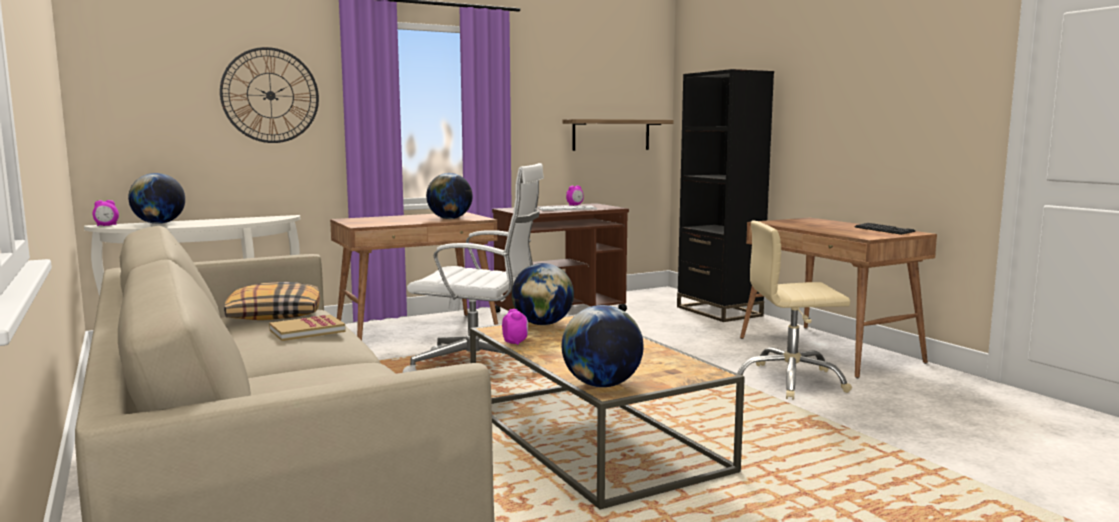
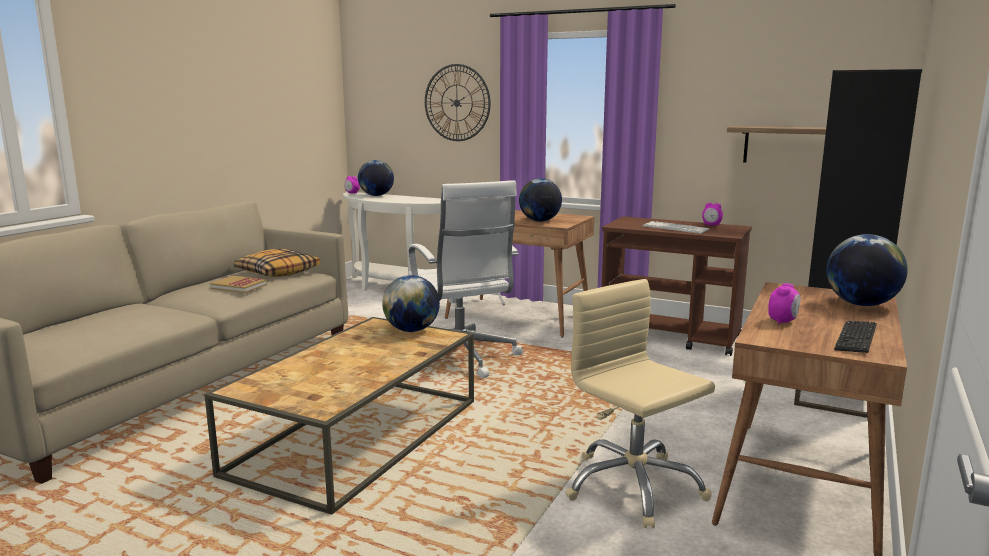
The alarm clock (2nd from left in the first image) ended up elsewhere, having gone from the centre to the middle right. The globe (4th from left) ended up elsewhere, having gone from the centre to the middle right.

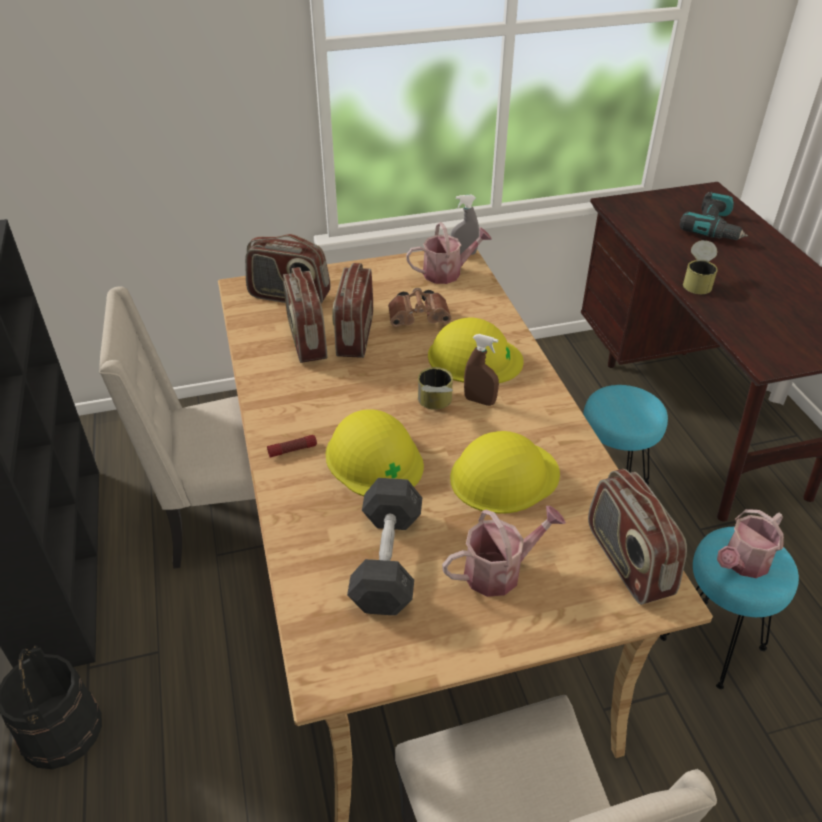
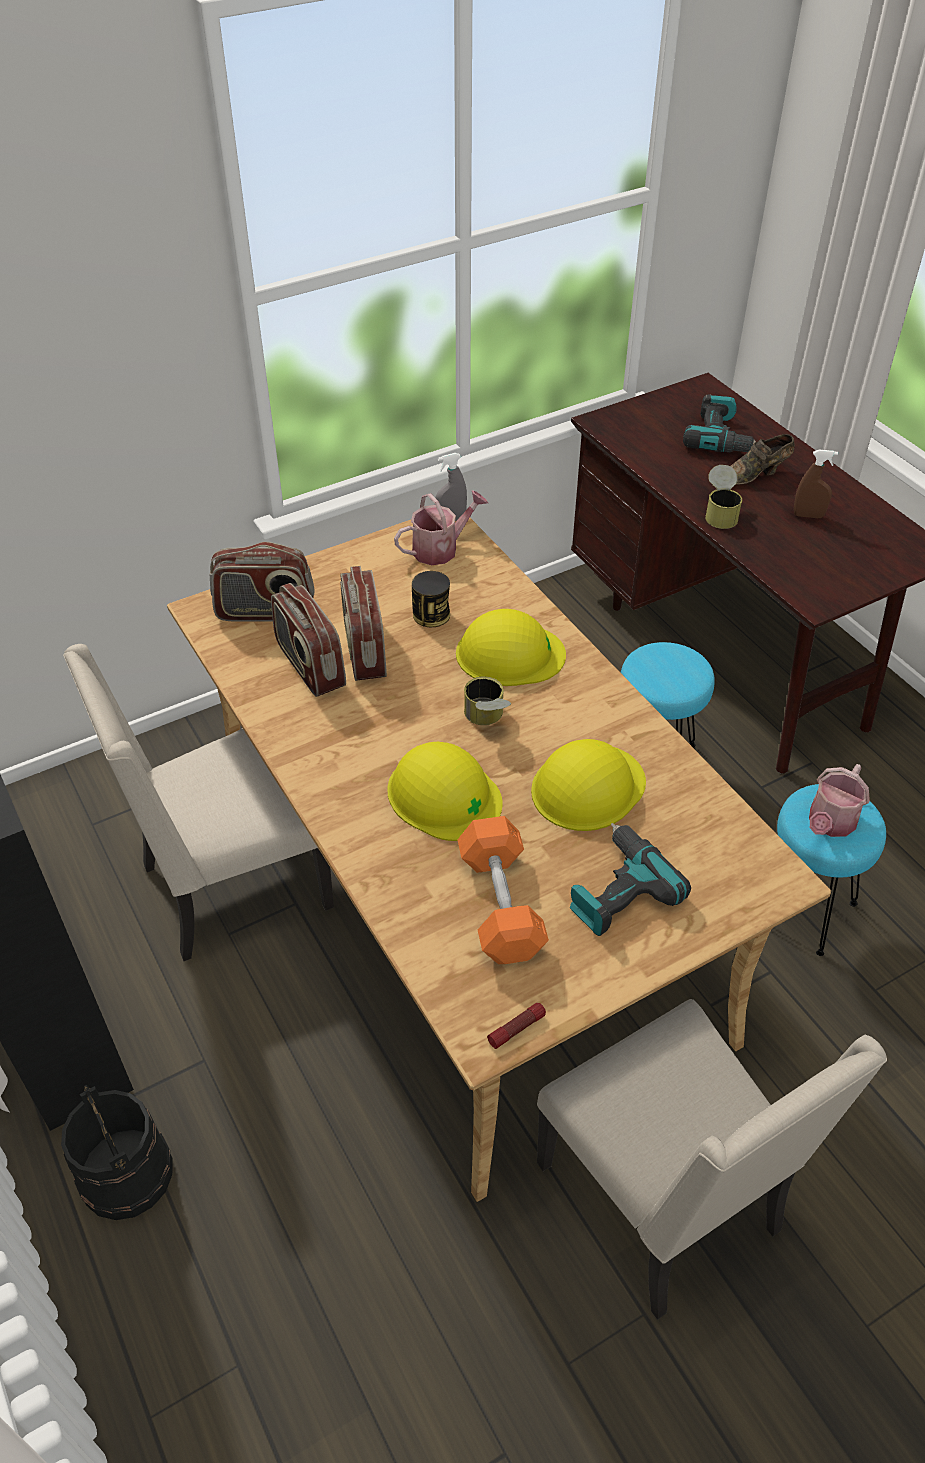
The flashlight ended up elsewhere, having gone from the centre to the bottom centre. What was the grey dumbbell at the centre turned into the orange dumbbell at the centre. Where the brown binoculars stood at the centre, the can (1st from left) came to stand at the centre. Where the watering can (2nd from left) stood at the bottom centre, the power drill (1st from left) came to stand at the middle right. The brown spray bottle ended up elsewhere, having gone from the centre to the top right. The second view lost the radio (4th from left) at the middle right. The second view gained the brown shoe at the top right.

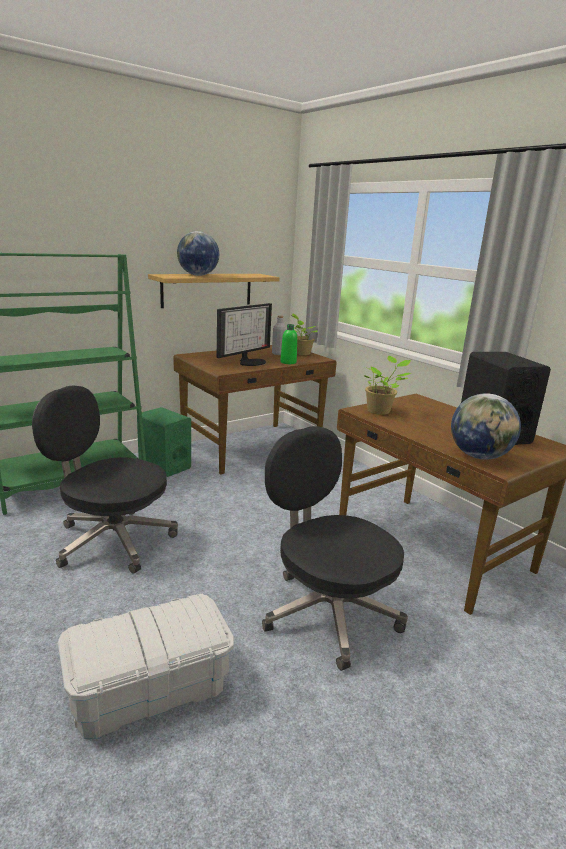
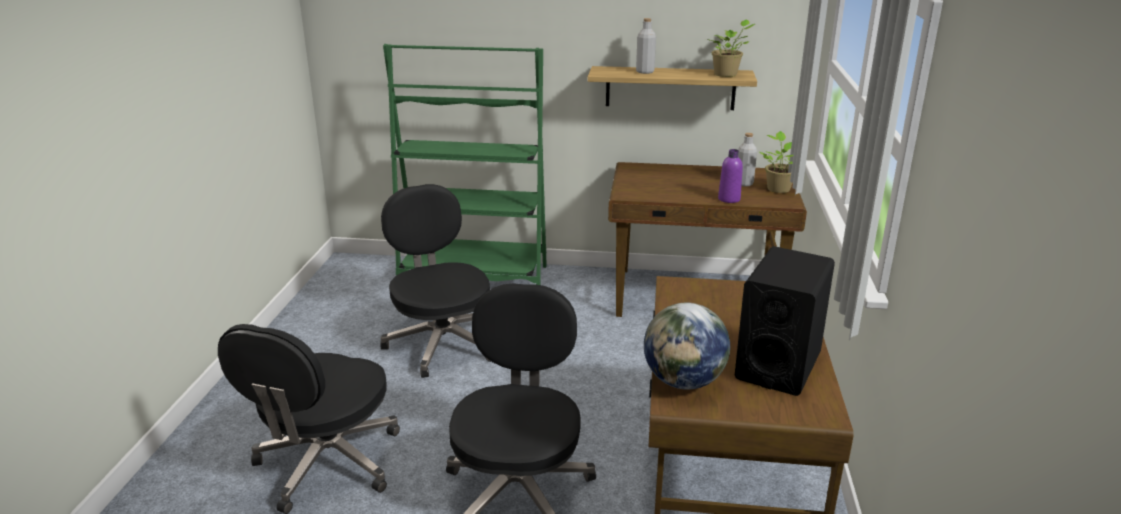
Where the white storage box stood at the bottom left, the black office chair (1st from left) came to stand at the bottom left. The second view lost the green speaker at the middle left. Where the globe (1st from left) stood at the top centre, the grey bottle (1st from left) came to stand at the top centre. The second view lost the monitor at the centre. What was the green bottle at the centre turned into the purple bottle at the centre. The potted plant (2nd from left in the first image) ended up elsewhere, having gone from the middle right to the top centre.

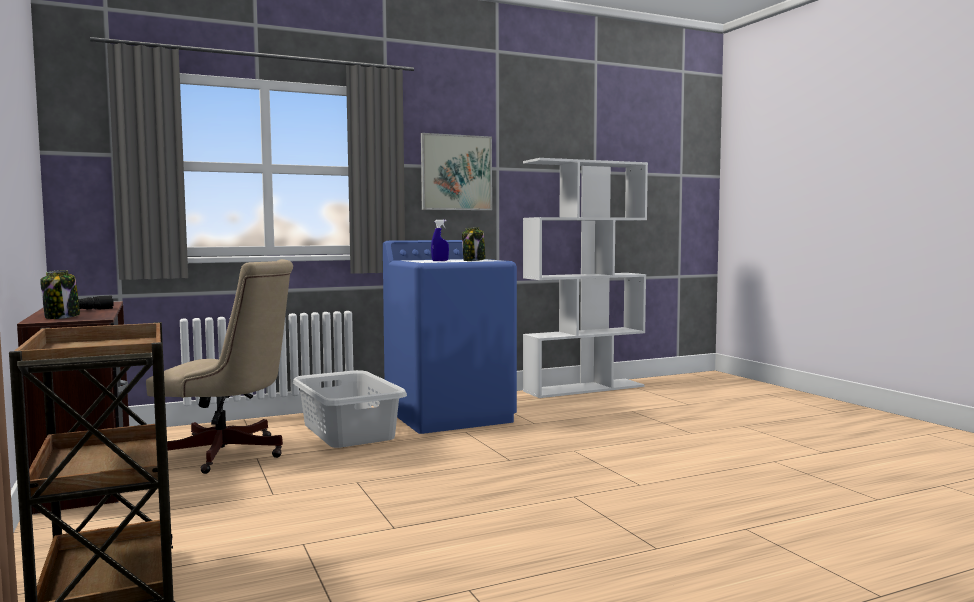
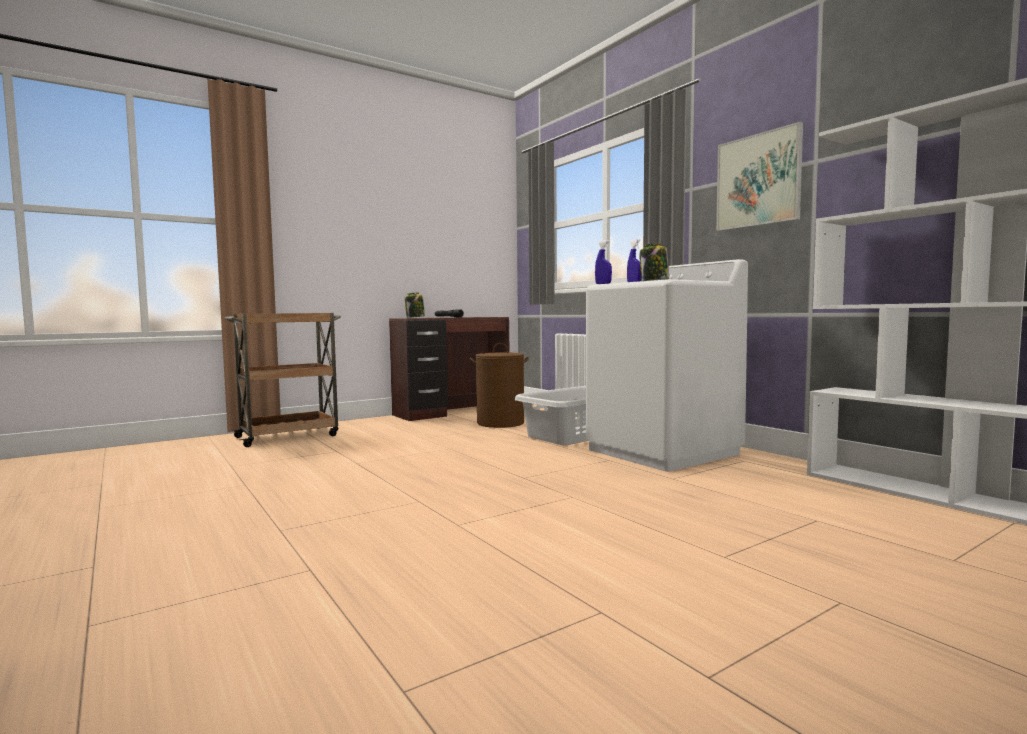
Where the beige office chair stood at the middle left, the brown laundry basket came to stand at the centre. What was the blue washing machine at the centre turned into the white washing machine at the centre. The second view gained the blue spray bottle (1st from left) at the centre.

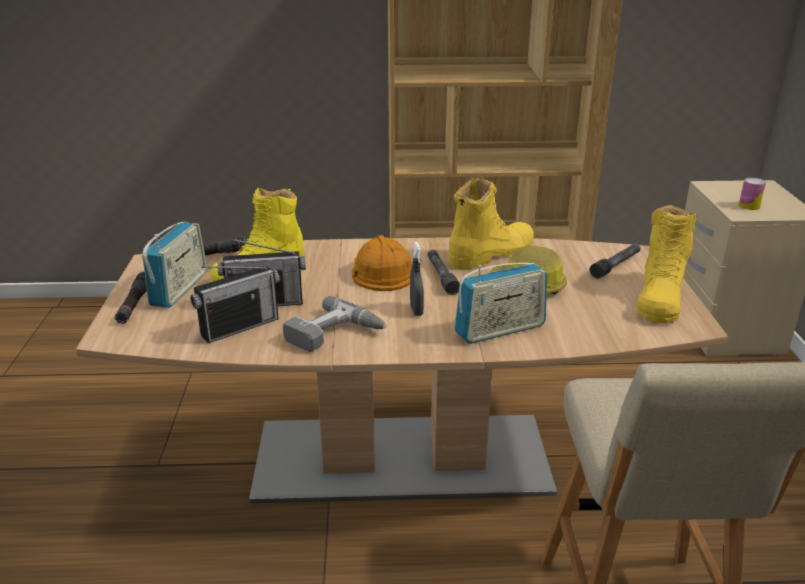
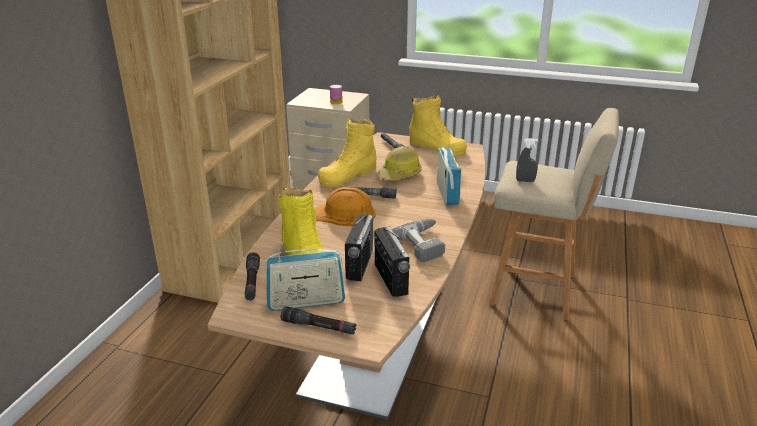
The radio (1st from left) at the middle left ended up facing another way, 135 degrees clockwise from before. The grey spray bottle ended up elsewhere, having gone from the centre to the middle right. The yellow boot (2nd from left) at the centre ended up facing another way, 120 degrees counterclockwise from before.

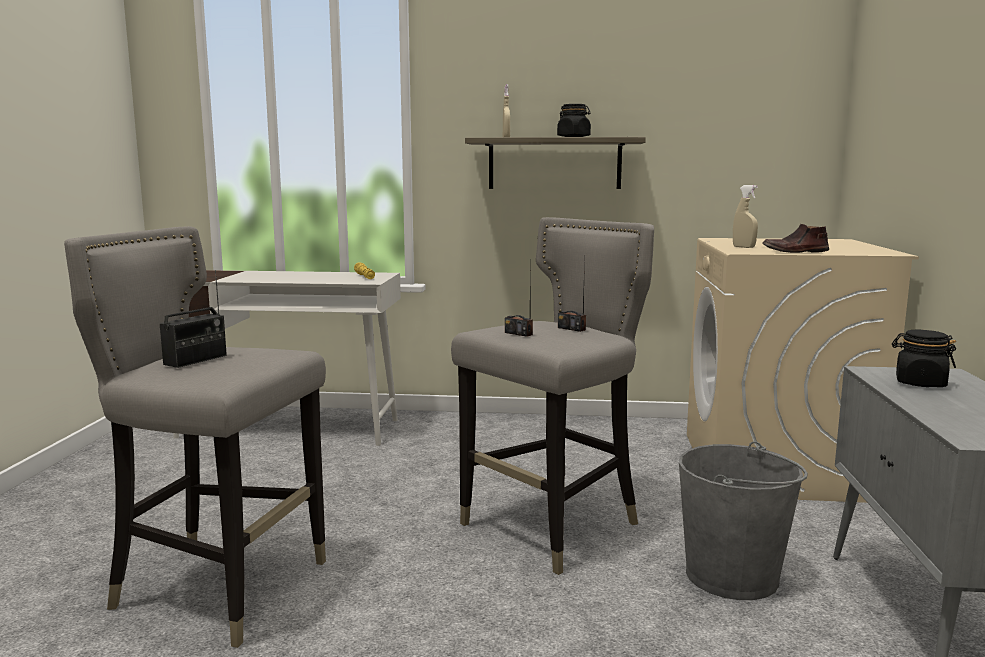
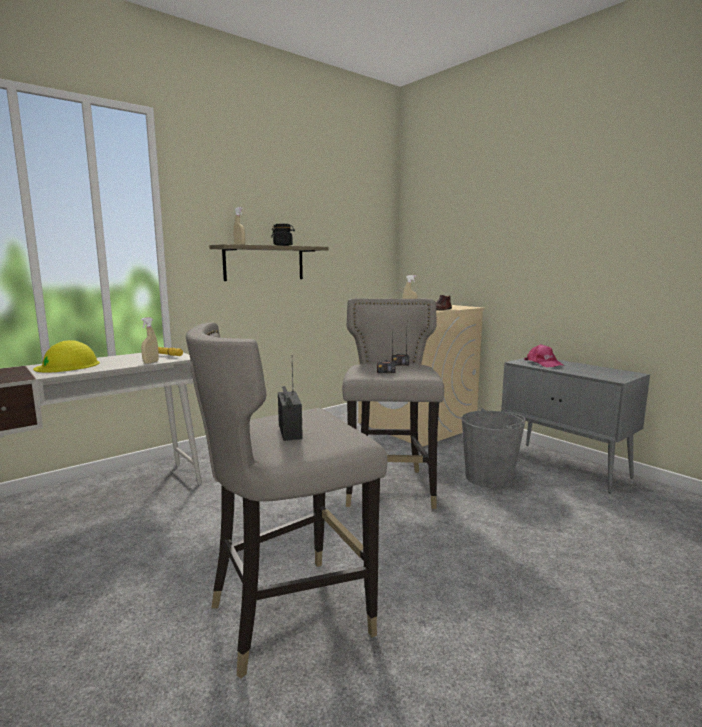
Where the black jar (2nd from left) stood at the middle right, the pink cap came to stand at the middle right. The second view gained the yellow hard hat at the middle left. The second view gained the beige spray bottle (1st from left) at the middle left.

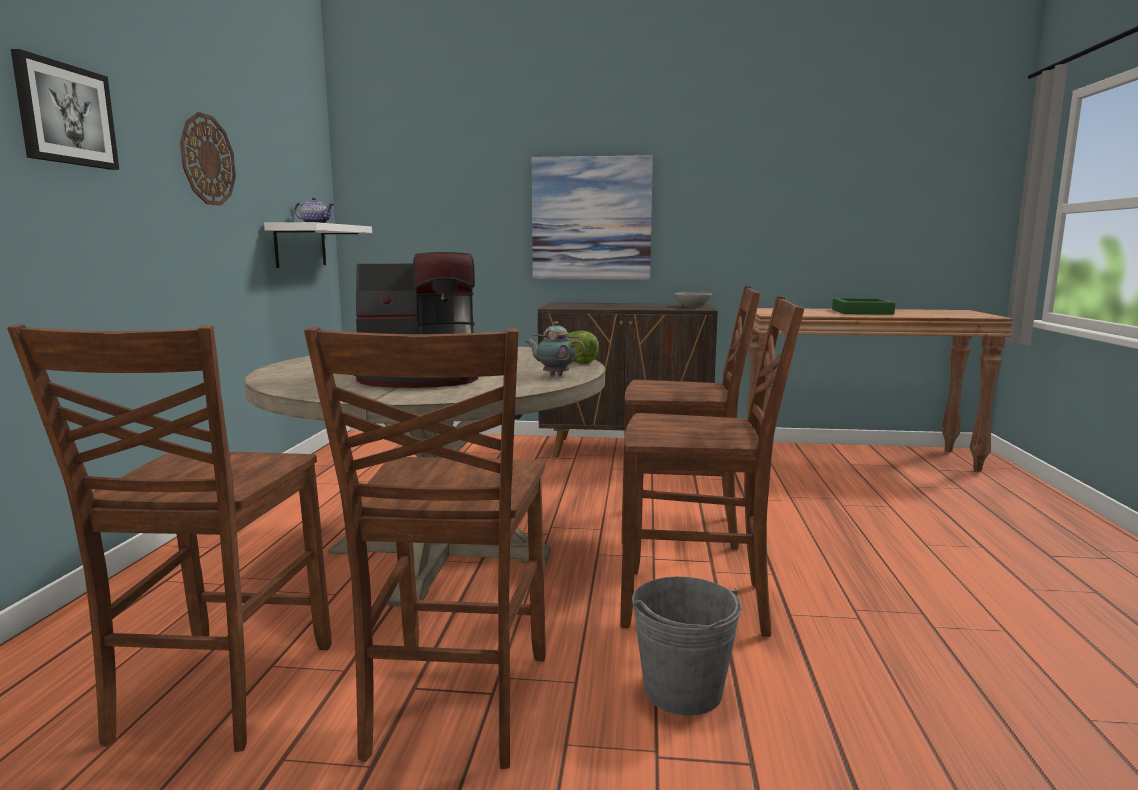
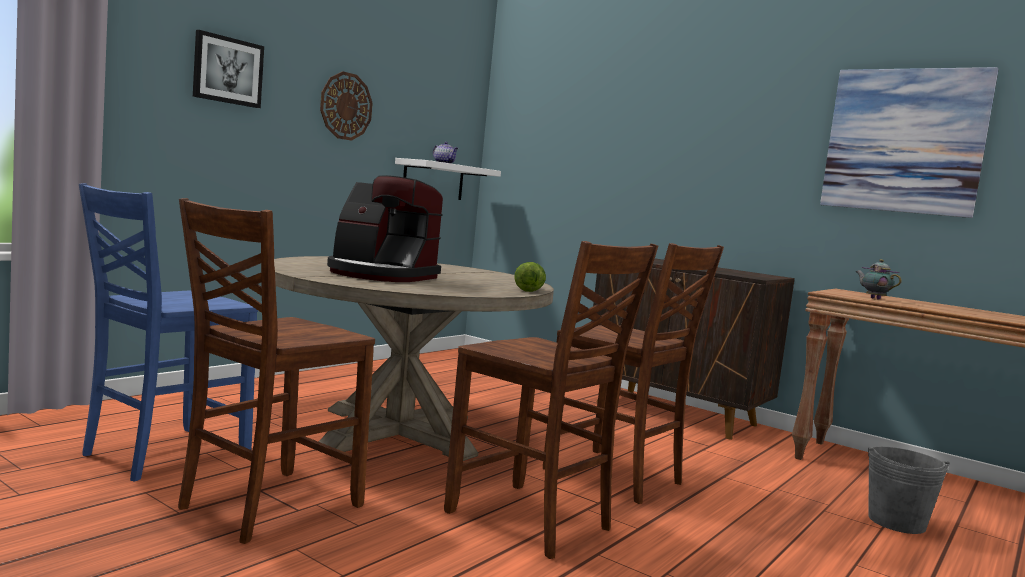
What was the brown chair (1st from left) at the bottom left turned into the blue chair at the middle left. The teapot (2nd from left) ended up elsewhere, having gone from the centre to the middle right. The picture (2nd from left) ended up elsewhere, having gone from the top centre to the top right. The grey bucket ended up elsewhere, having gone from the bottom centre to the bottom right. The second view lost the grey bowl at the centre. The second view lost the green tray at the middle right.

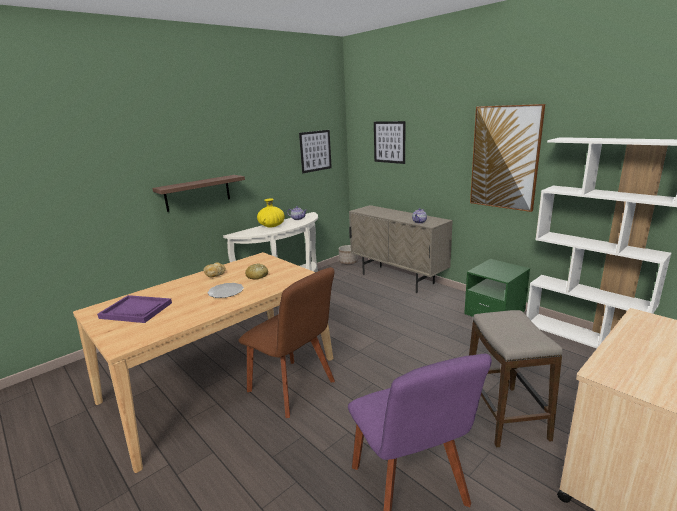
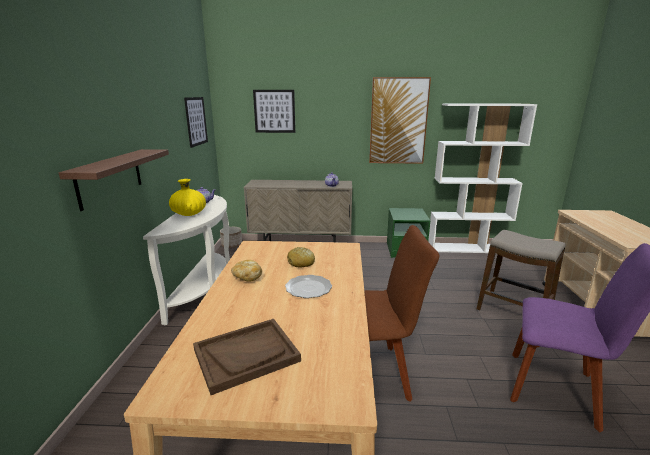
What was the purple tray at the middle left turned into the brown tray at the bottom centre.

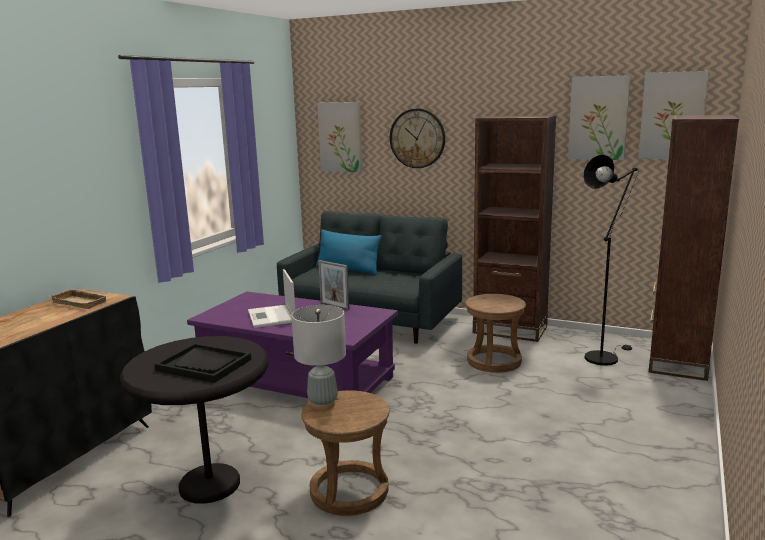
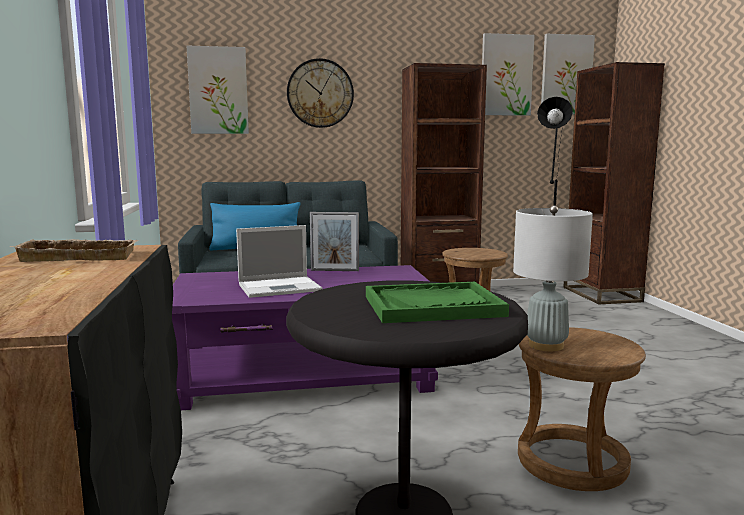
What was the black tray at the bottom left turned into the green tray at the centre. The laptop at the centre ended up facing another way, 60 degrees counterclockwise from before.

